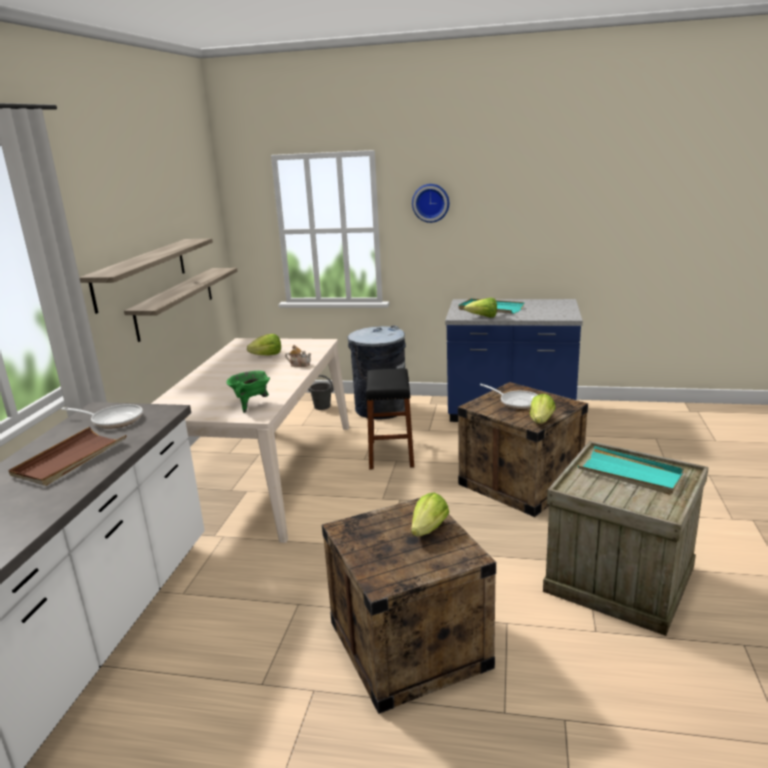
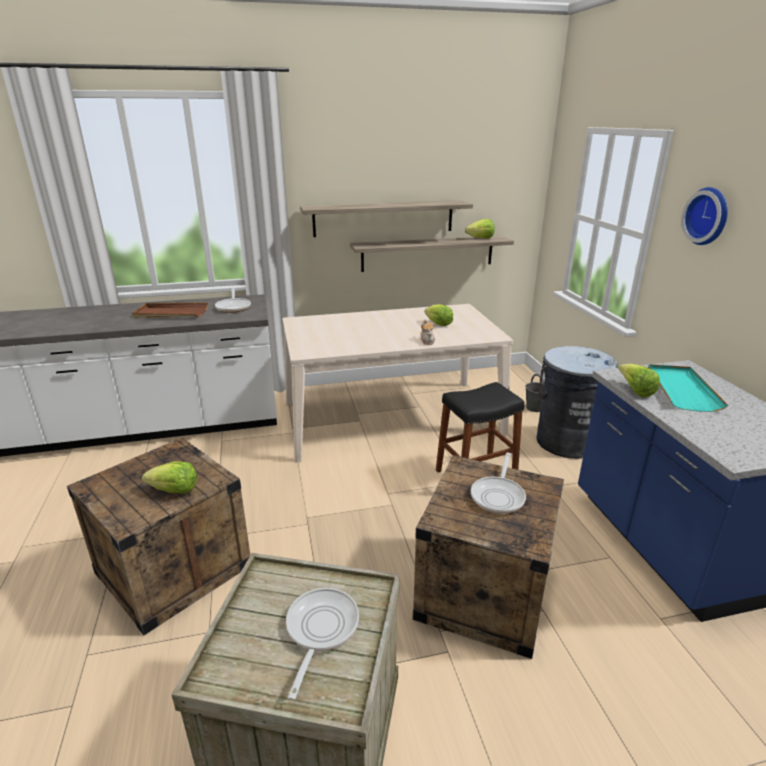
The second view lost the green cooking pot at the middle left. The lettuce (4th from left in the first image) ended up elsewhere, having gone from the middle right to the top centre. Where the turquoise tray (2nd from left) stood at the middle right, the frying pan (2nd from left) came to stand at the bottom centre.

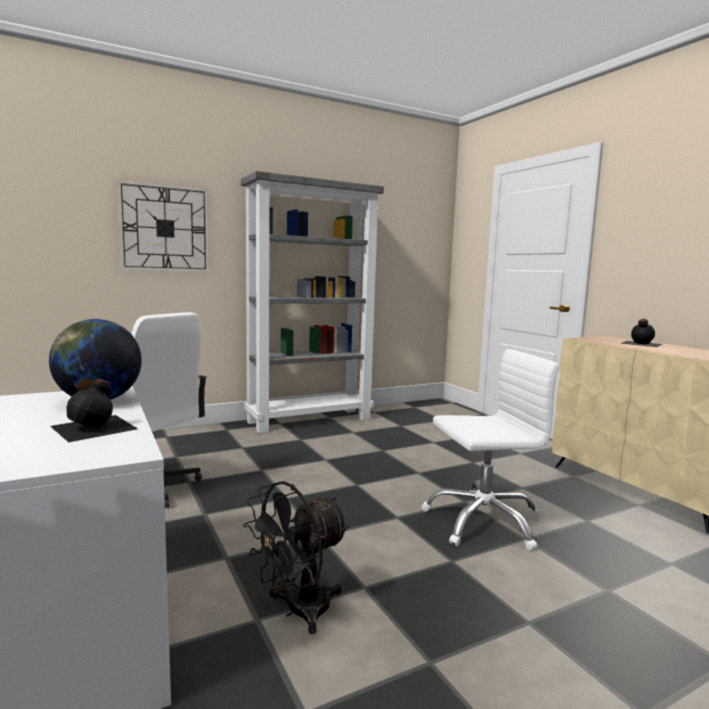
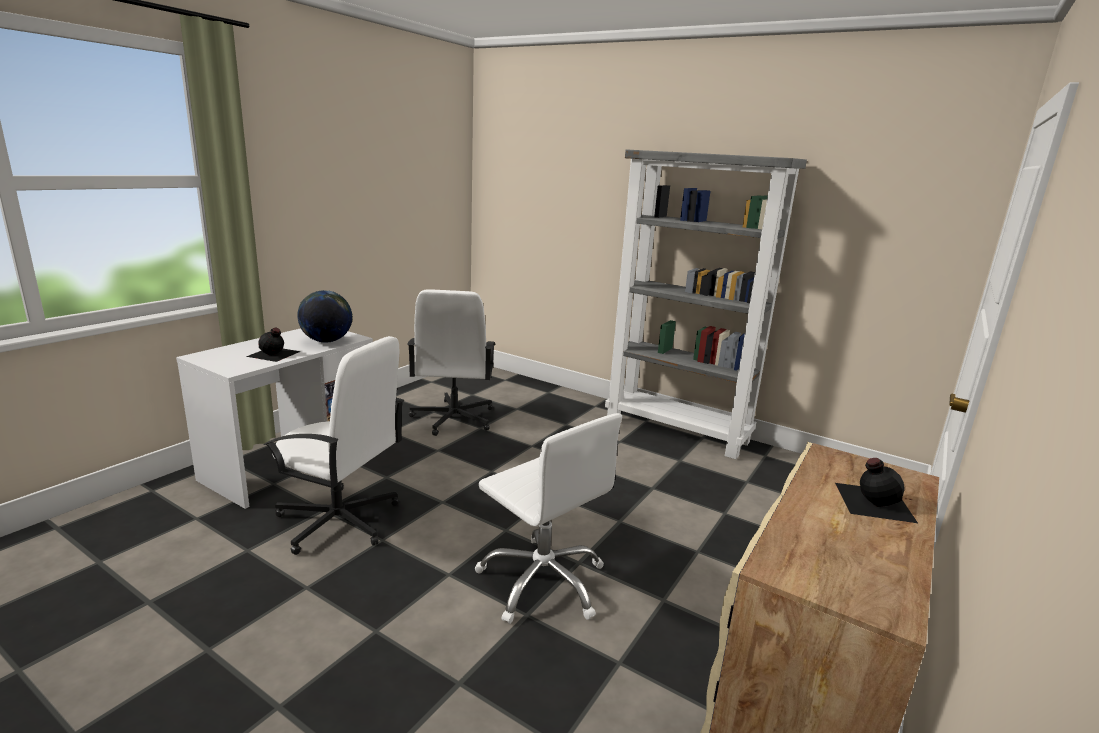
The second view lost the wall clock at the top left. Where the black fan stood at the bottom centre, the white office chair (1st from left) came to stand at the middle left.

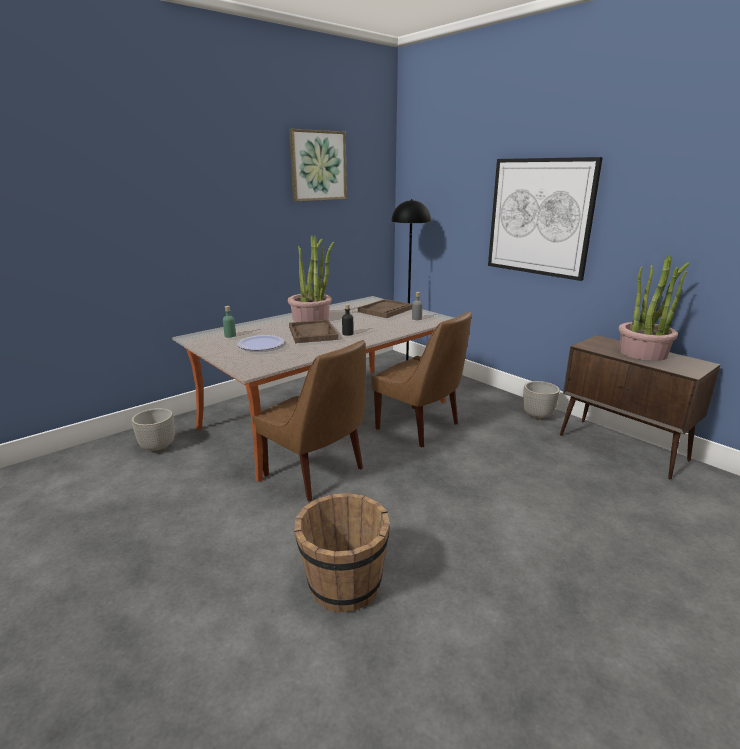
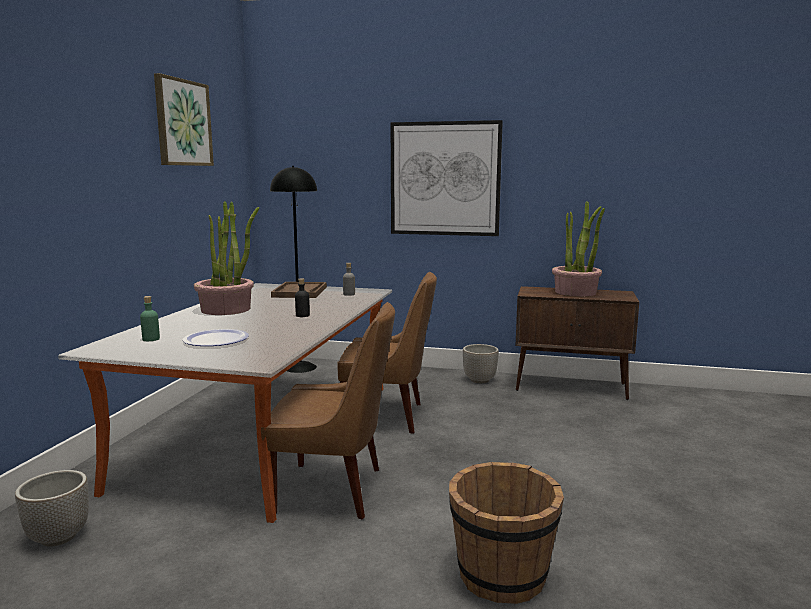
The second view lost the brown tray (1st from left) at the centre.

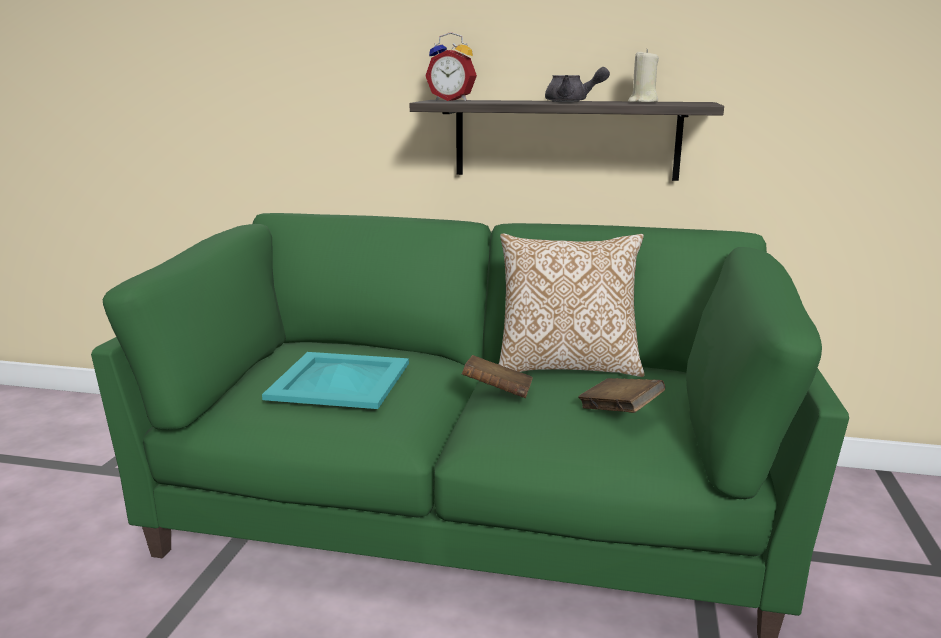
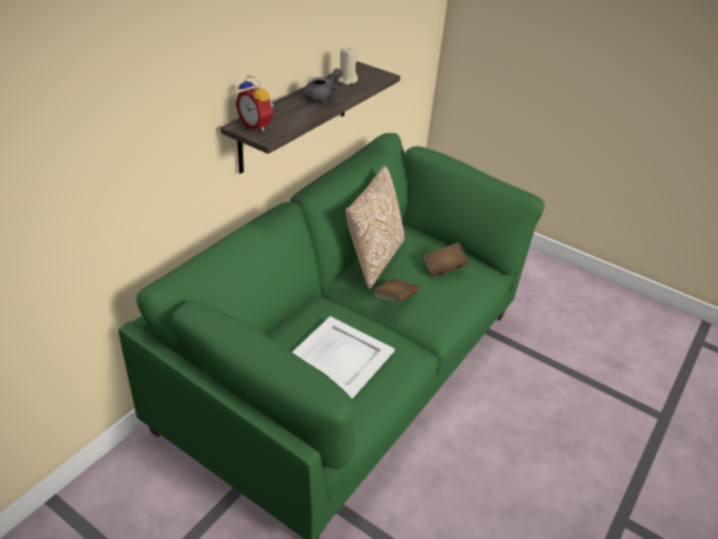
What was the turquoise tray at the centre turned into the white tray at the centre. The alarm clock at the top centre ended up facing another way, 90 degrees clockwise from before.

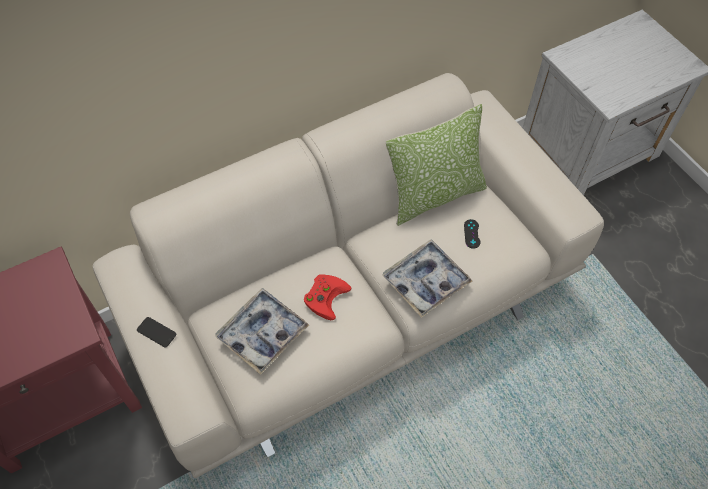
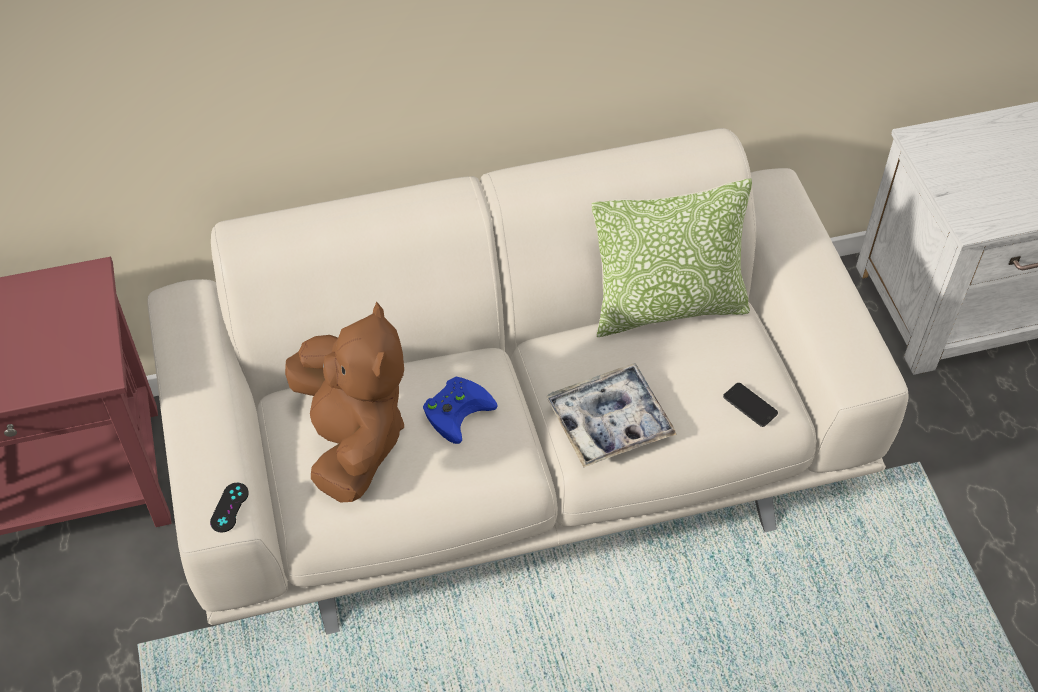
The phone ended up elsewhere, having gone from the bottom left to the middle right. Where the tray (1st from left) stood at the bottom centre, the brown plush toy came to stand at the middle left. What was the red game controller at the centre turned into the blue game controller at the centre. The black game controller ended up elsewhere, having gone from the middle right to the bottom left.

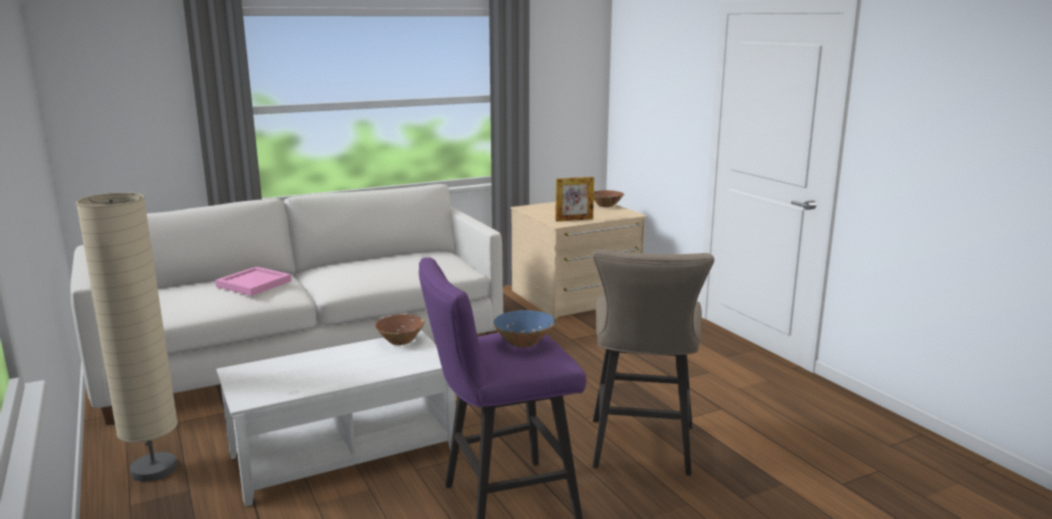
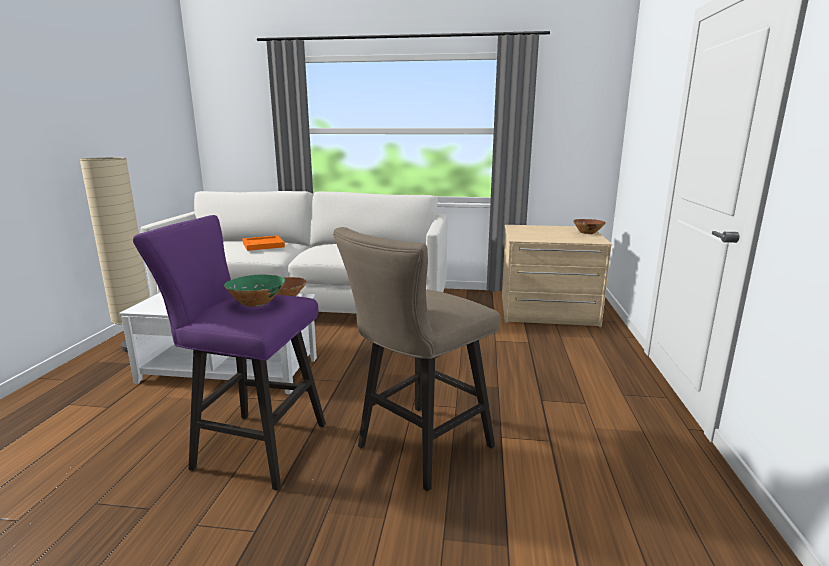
What was the pink tray at the middle left turned into the orange tray at the middle left. What was the blue bowl at the centre turned into the green bowl at the middle left. The second view lost the picture frame at the centre.

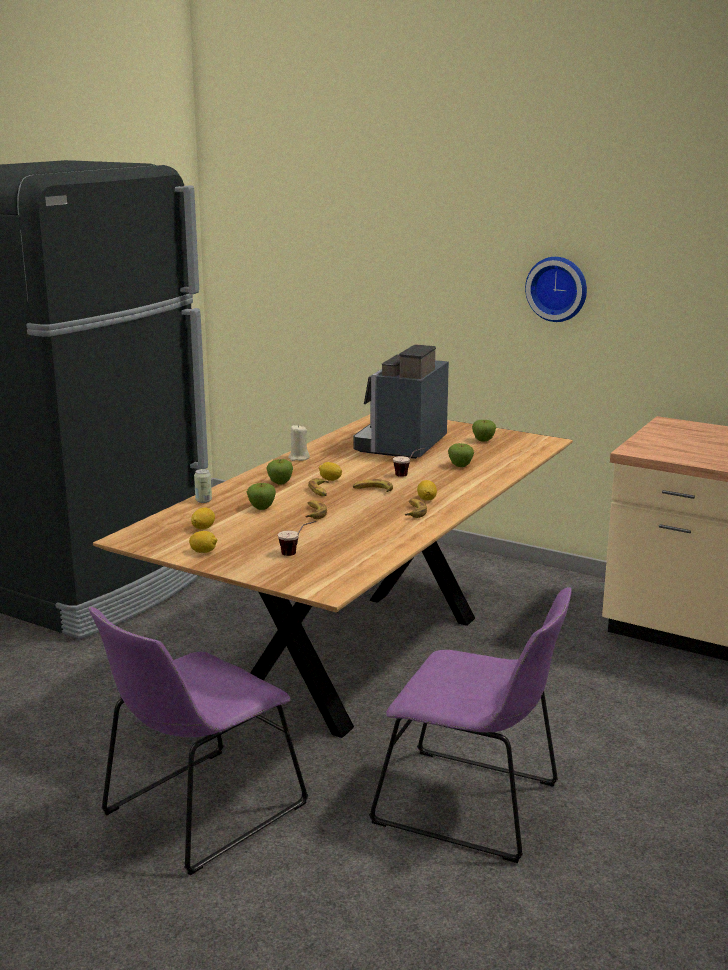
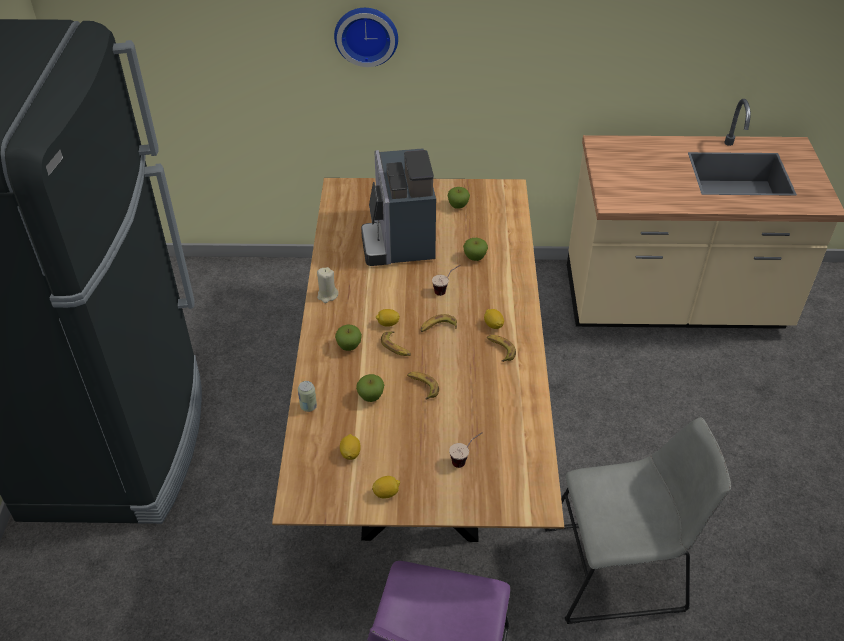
What was the purple chair (2nd from left) at the bottom centre turned into the grey chair at the bottom right. The wall clock ended up elsewhere, having gone from the top right to the top centre.

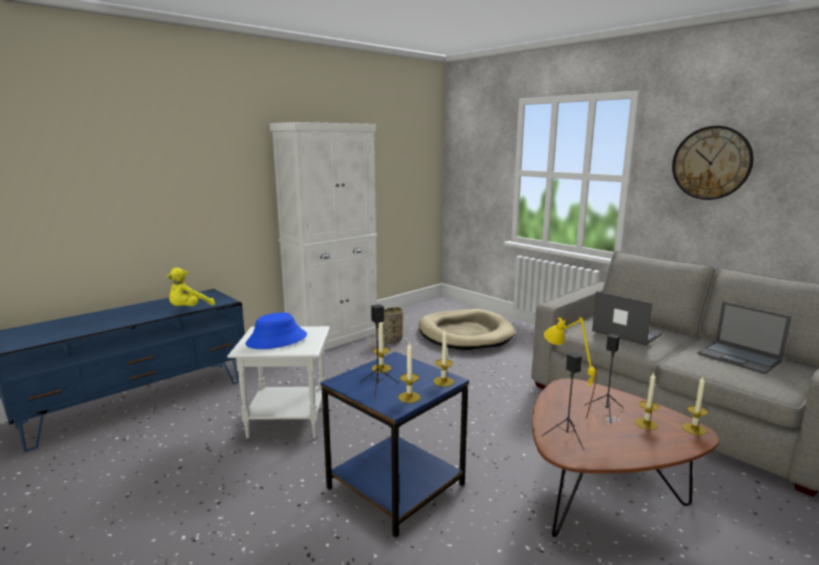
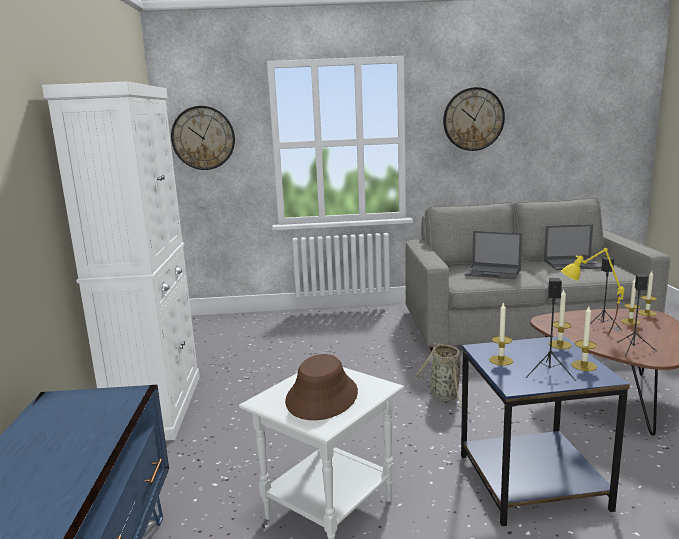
The second view lost the yellow plush toy at the middle left. What was the blue hat at the centre turned into the brown hat at the bottom centre. The basket ended up elsewhere, having gone from the centre to the bottom centre. The second view lost the beige dog bed at the centre. The laptop (1st from left) at the middle right ended up facing another way, 150 degrees counterclockwise from before. The second view gained the wall clock (1st from left) at the top left.

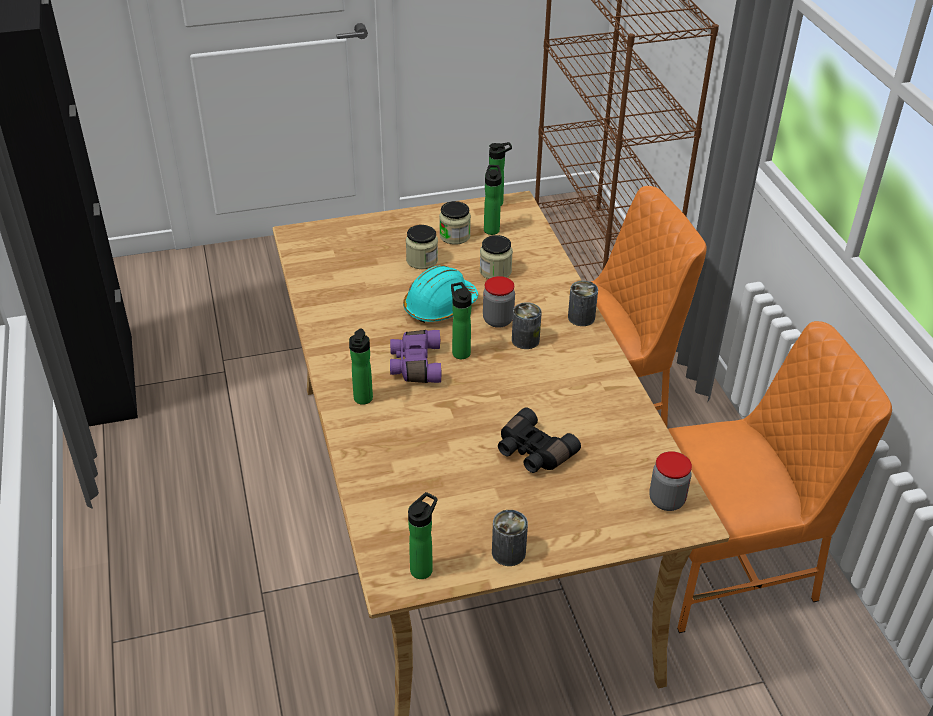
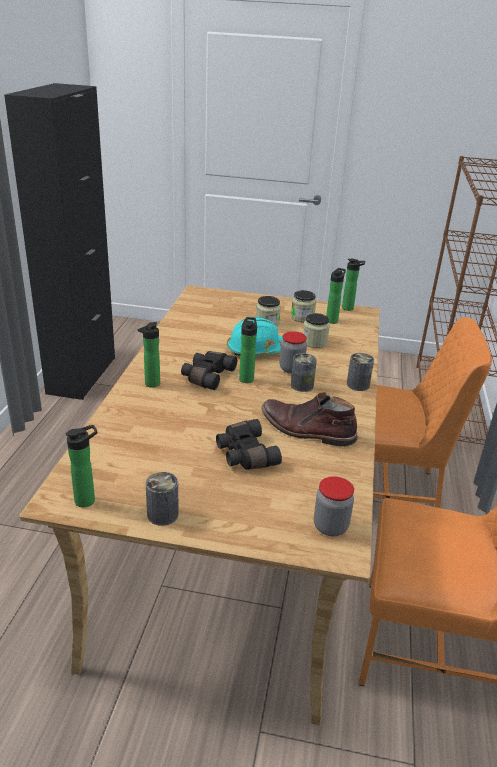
What was the purple binoculars at the centre turned into the black binoculars (1st from left) at the centre. The second view gained the brown boot at the centre.

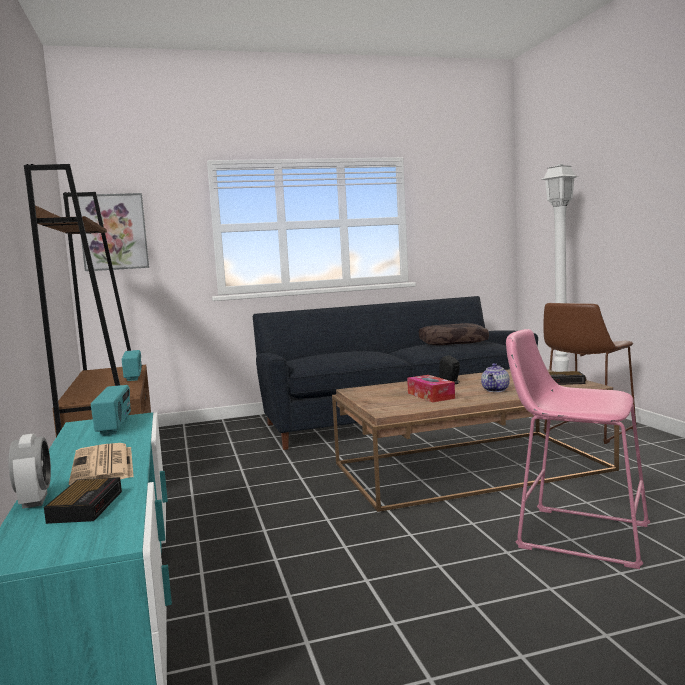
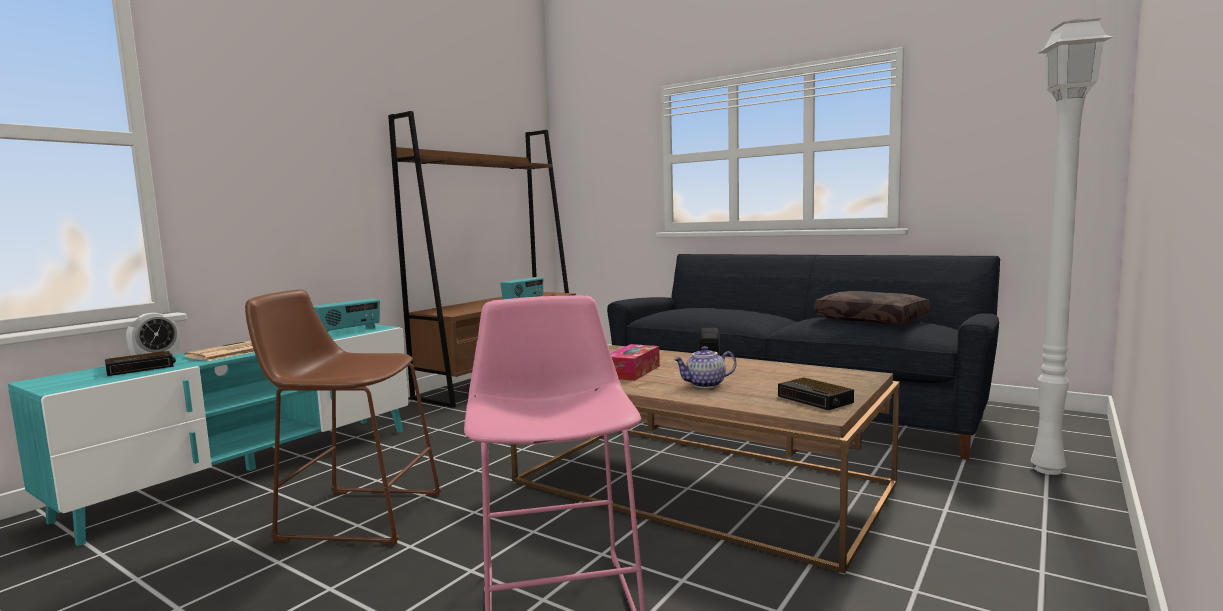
The second view lost the picture at the middle left. The brown stool ended up elsewhere, having gone from the middle right to the bottom left.

